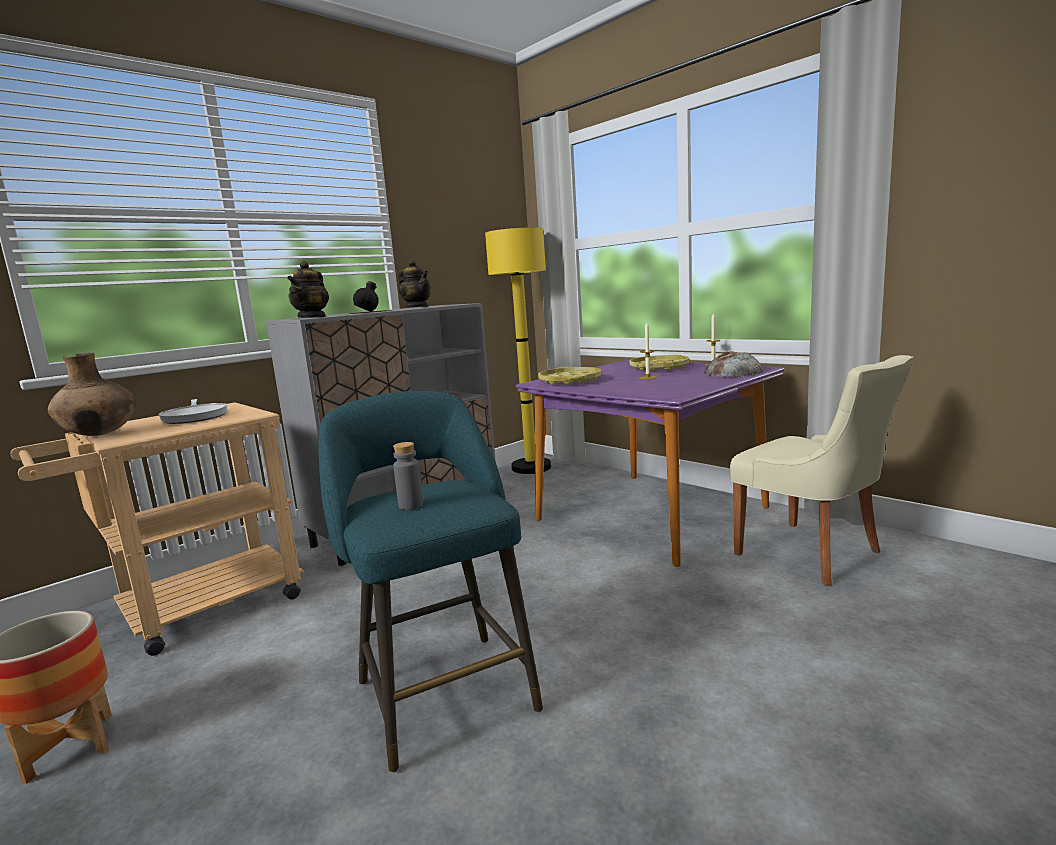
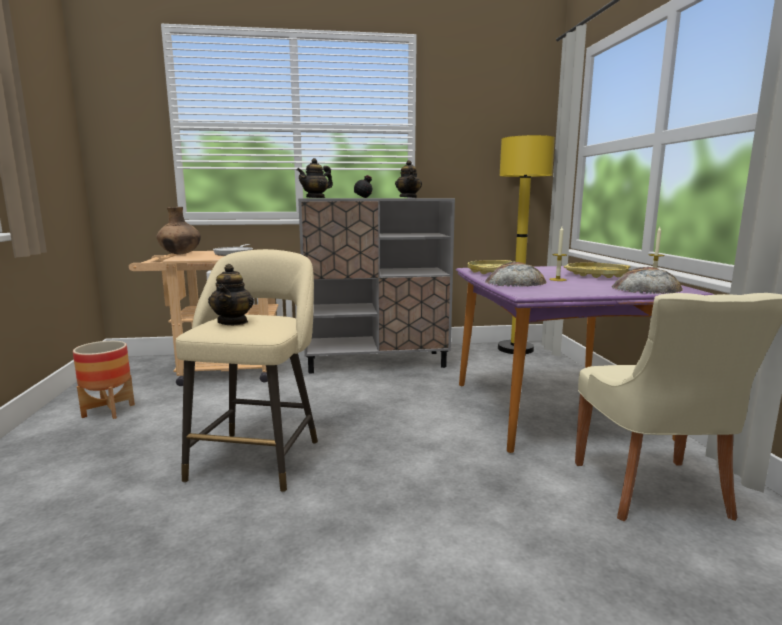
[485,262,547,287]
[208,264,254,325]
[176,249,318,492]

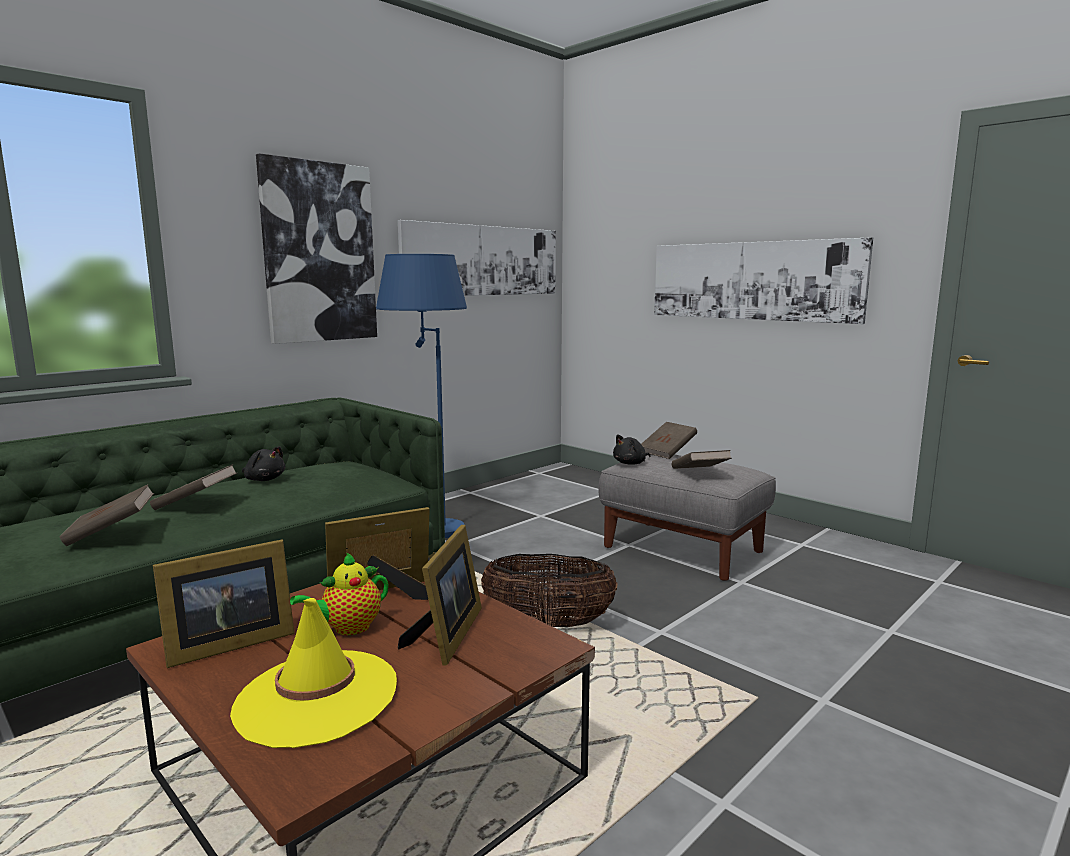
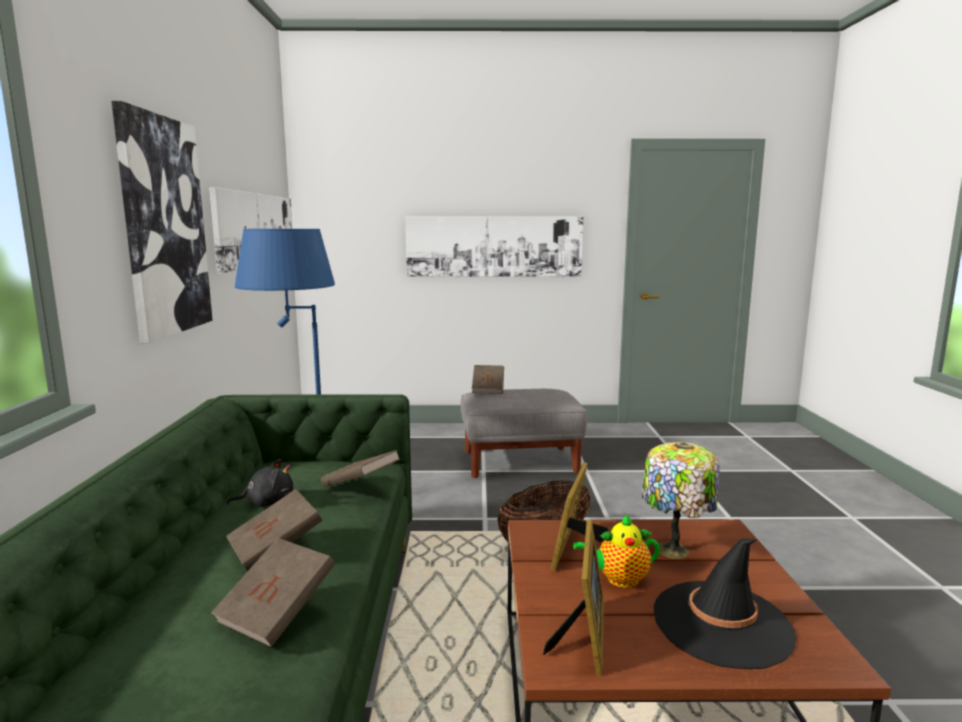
[613,435,651,465] (first image)
[321,450,400,487]
[642,442,720,559]
[654,538,796,669]
[573,514,660,588]

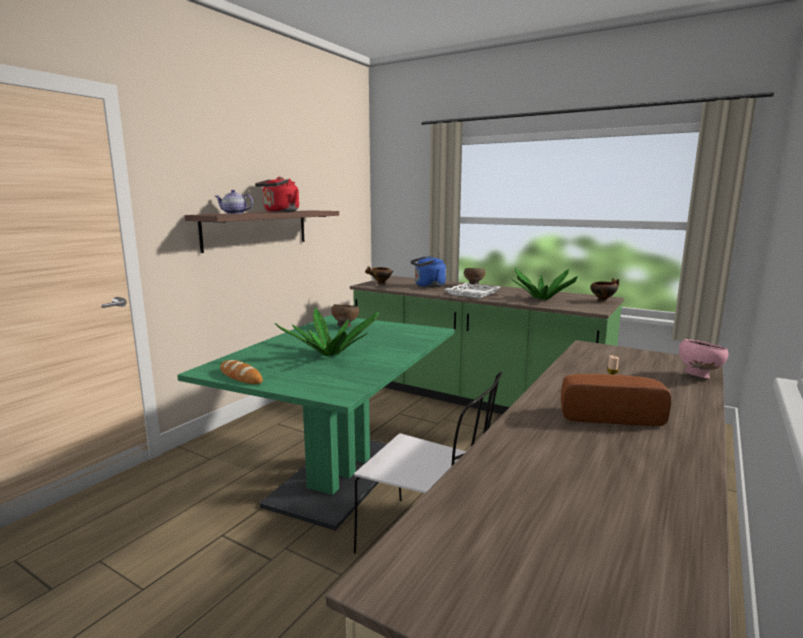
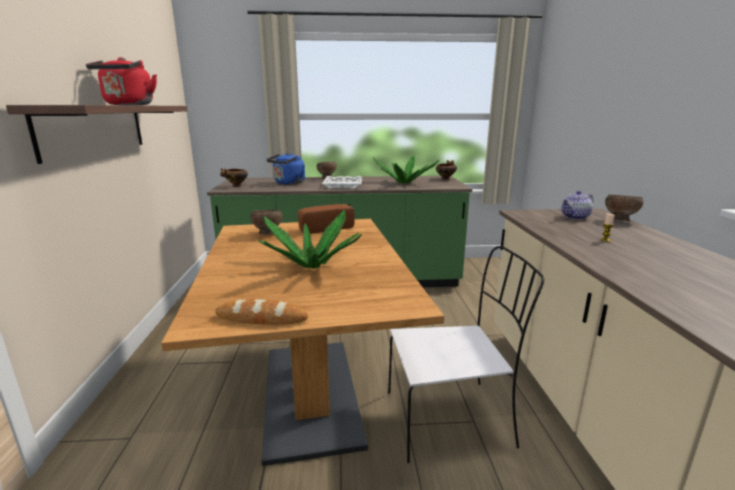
[562,191,593,220]
[298,204,355,234]
[161,219,444,466]
[605,195,643,221]

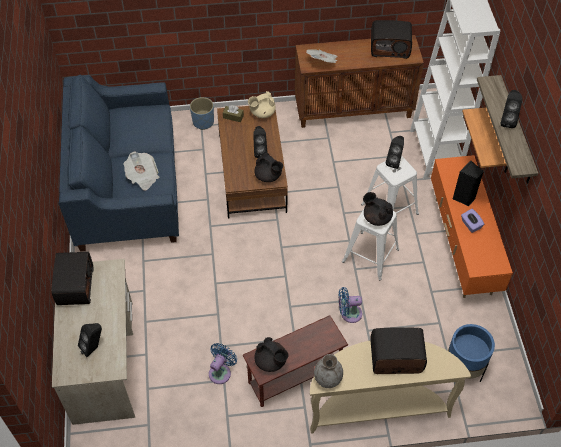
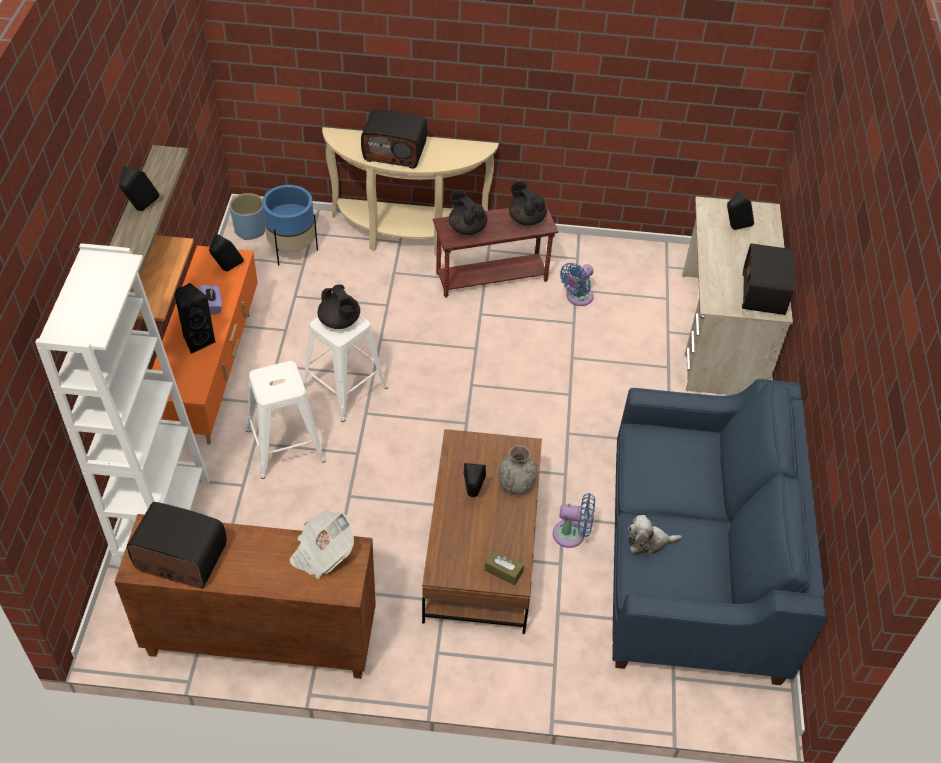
[124,152,159,190] (first image)
[248,91,276,118] (first image)
[628,515,682,557]
[229,193,265,240]
[449,190,487,235]
[498,445,537,495]
[553,493,595,548]
[209,233,244,271]

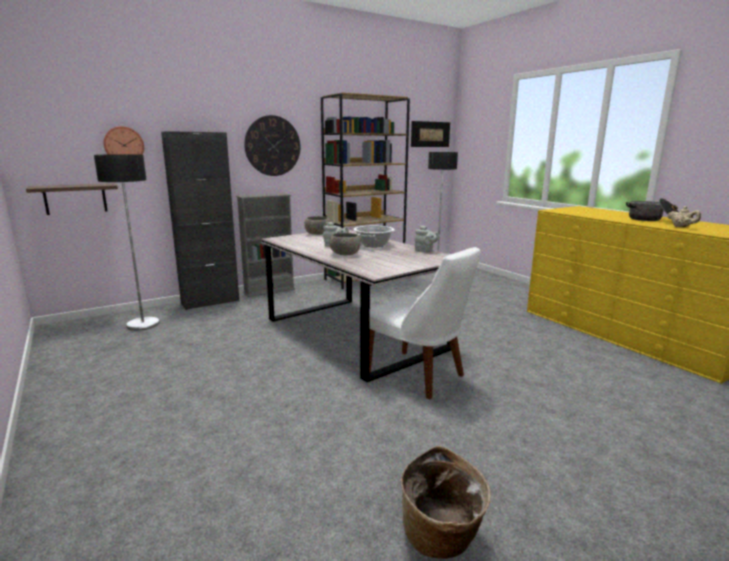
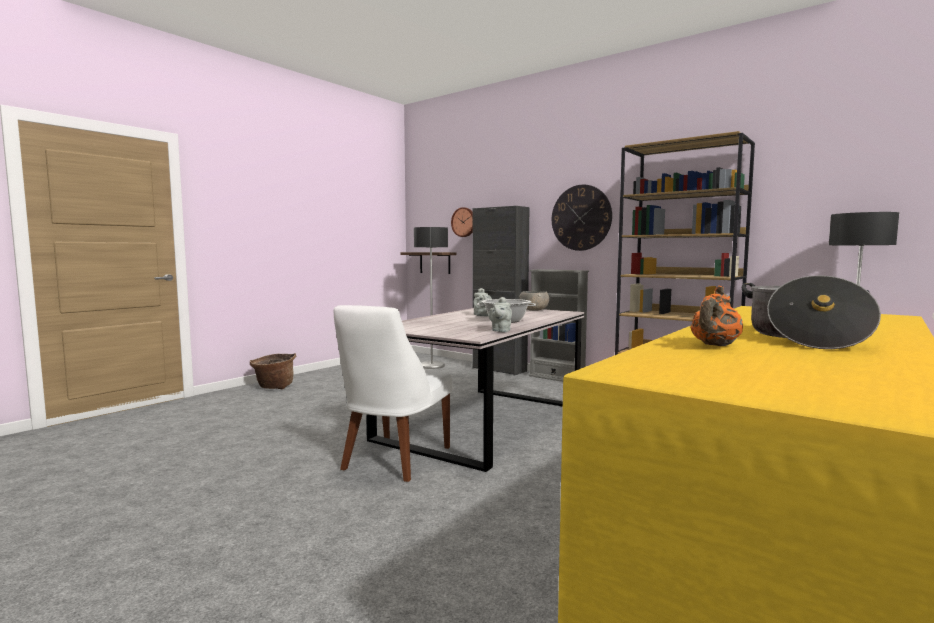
[329,233,361,255] (first image)
[411,121,450,147] (first image)
[250,353,296,389]
[691,286,743,346]

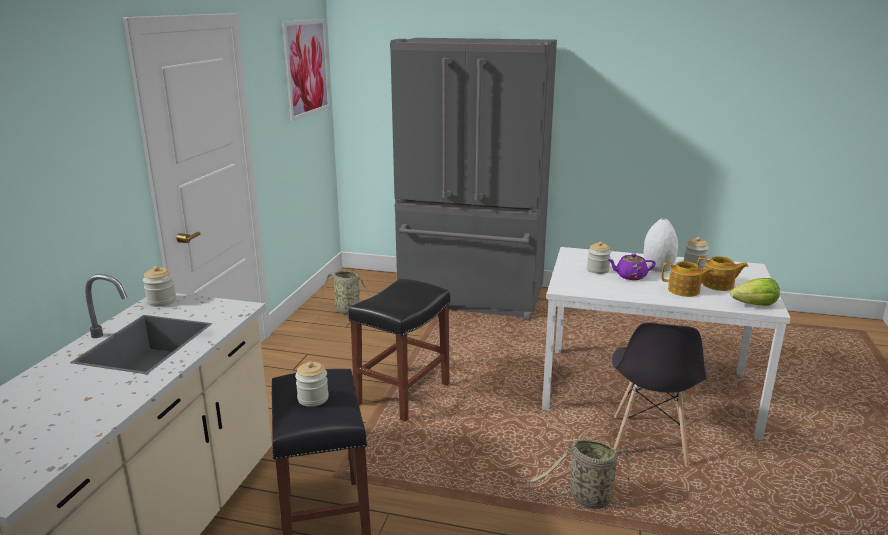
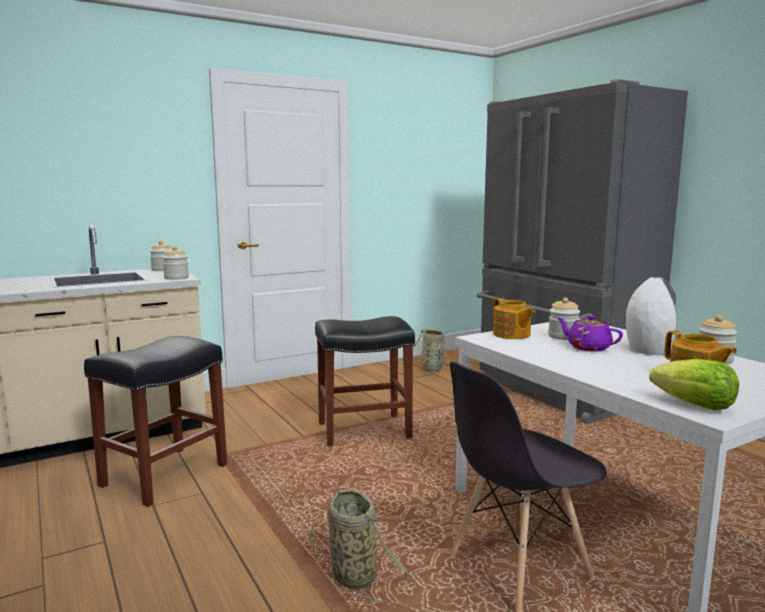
[282,19,330,121] (first image)
[163,246,189,280]
[493,298,535,339]

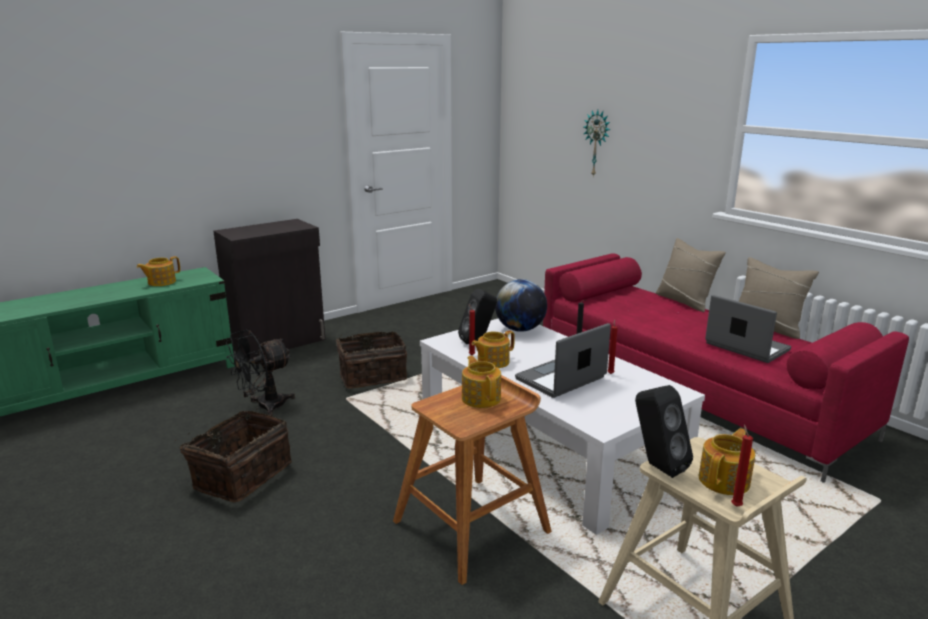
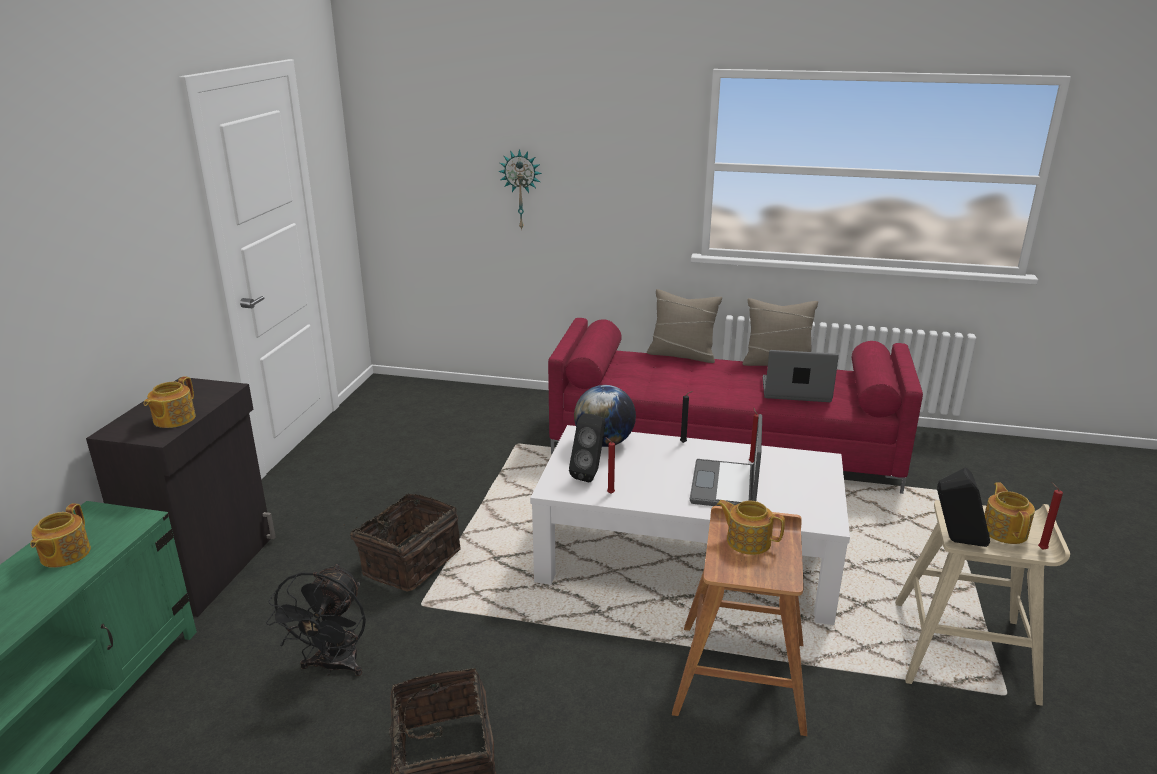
[144,376,196,428]

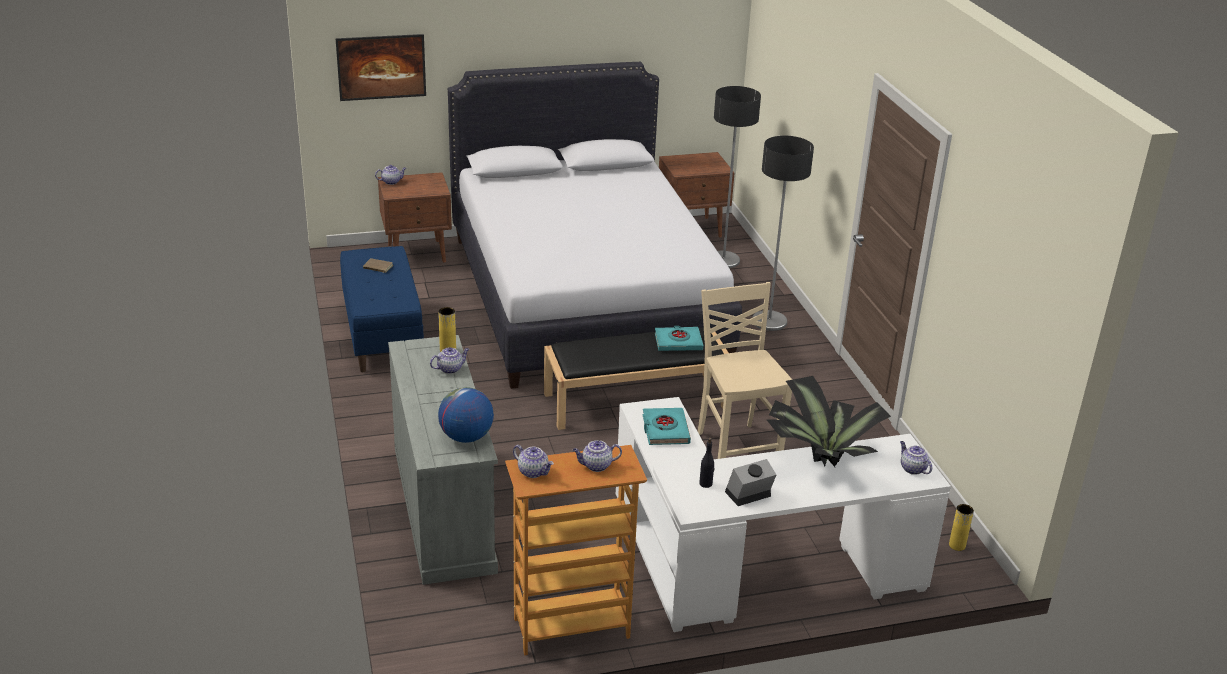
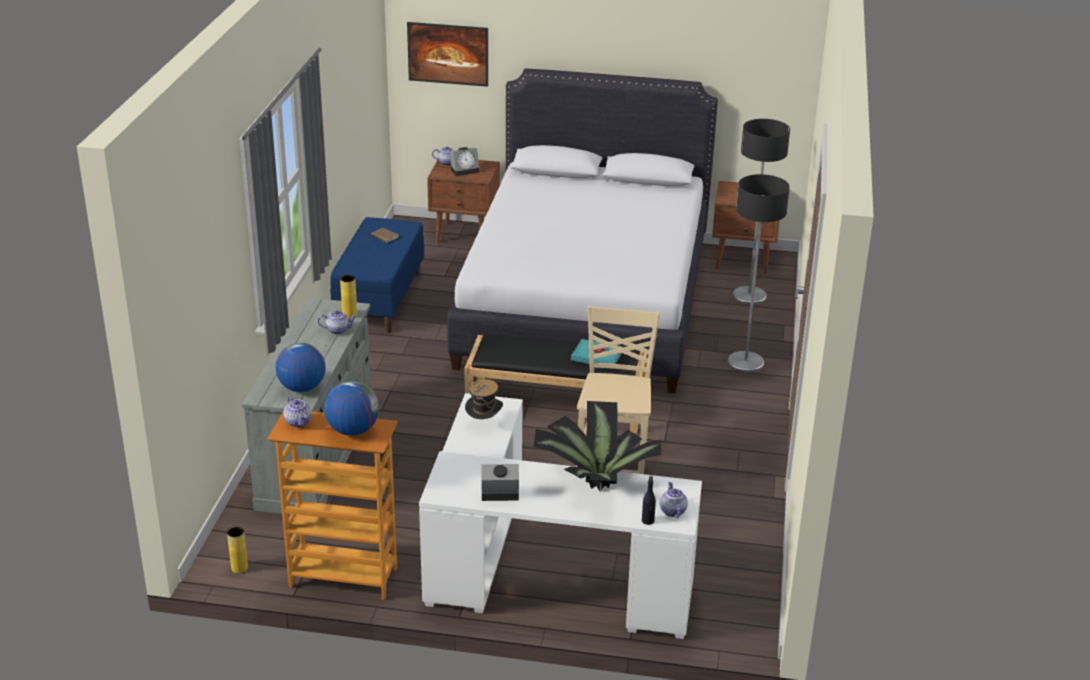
[449,147,480,176]
[642,476,656,525]
[227,527,248,574]
[324,381,379,436]
[465,379,503,419]

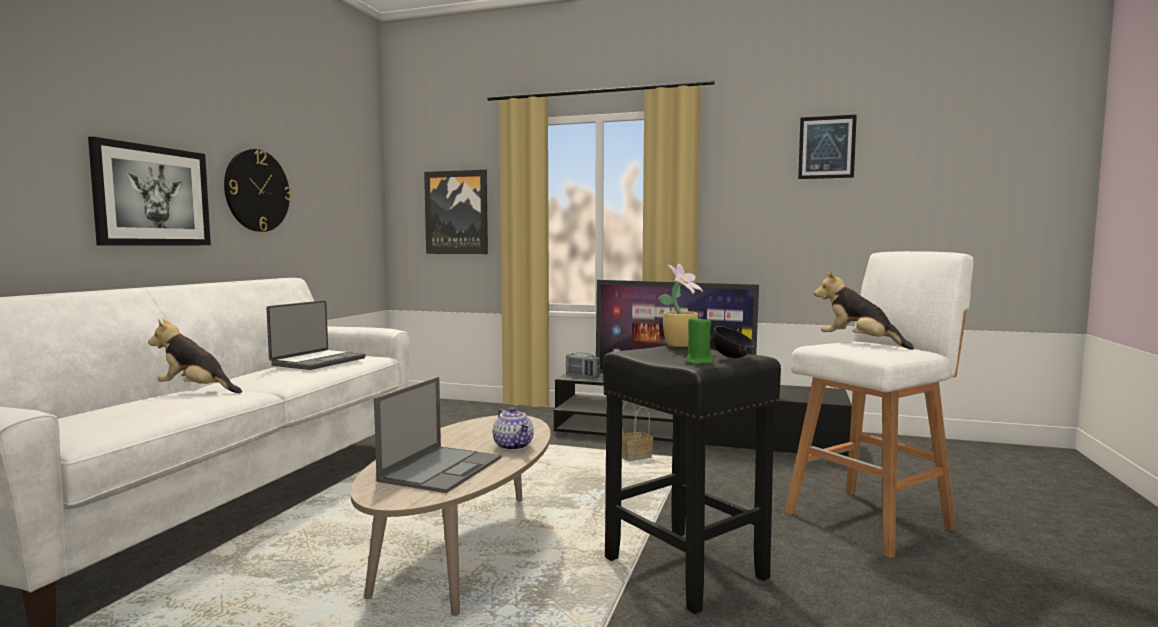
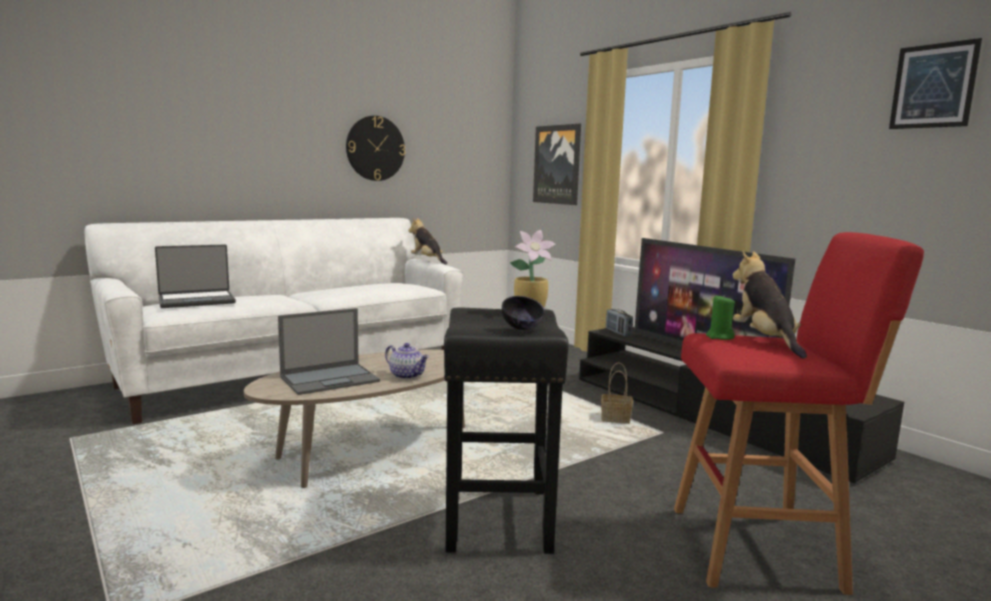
[88,137,211,246] (first image)
[409,218,447,264]
[155,245,236,308]
[706,295,735,340]
[674,232,924,595]
[385,343,429,379]

